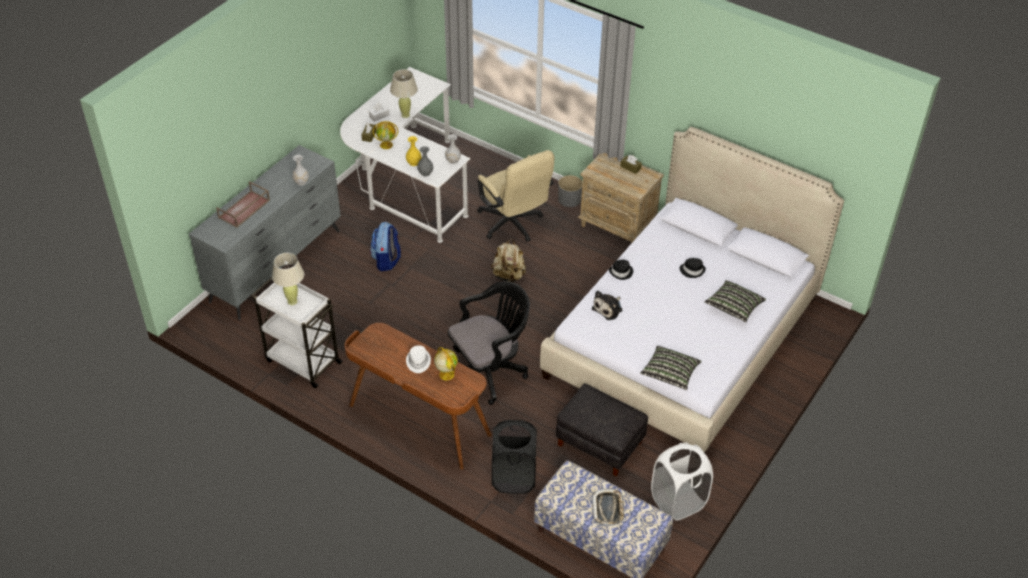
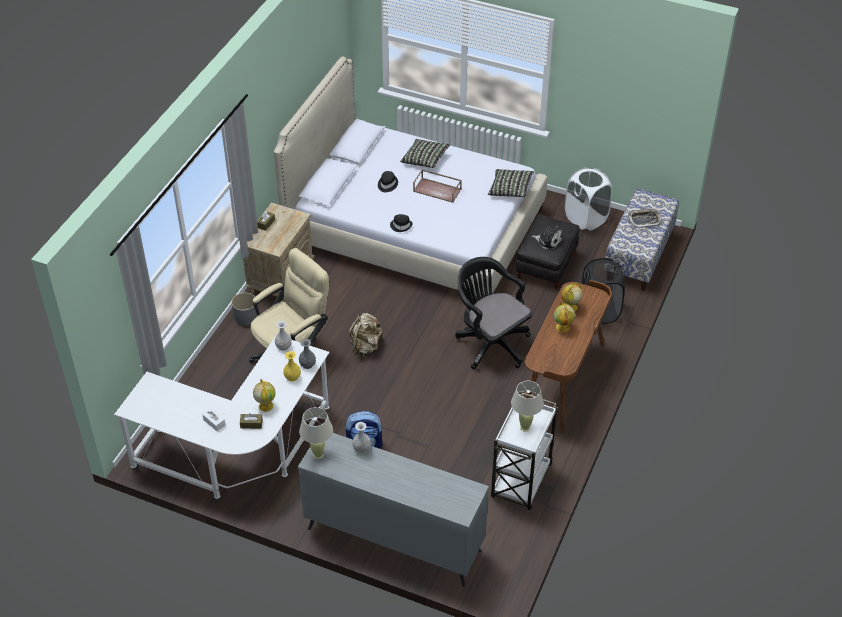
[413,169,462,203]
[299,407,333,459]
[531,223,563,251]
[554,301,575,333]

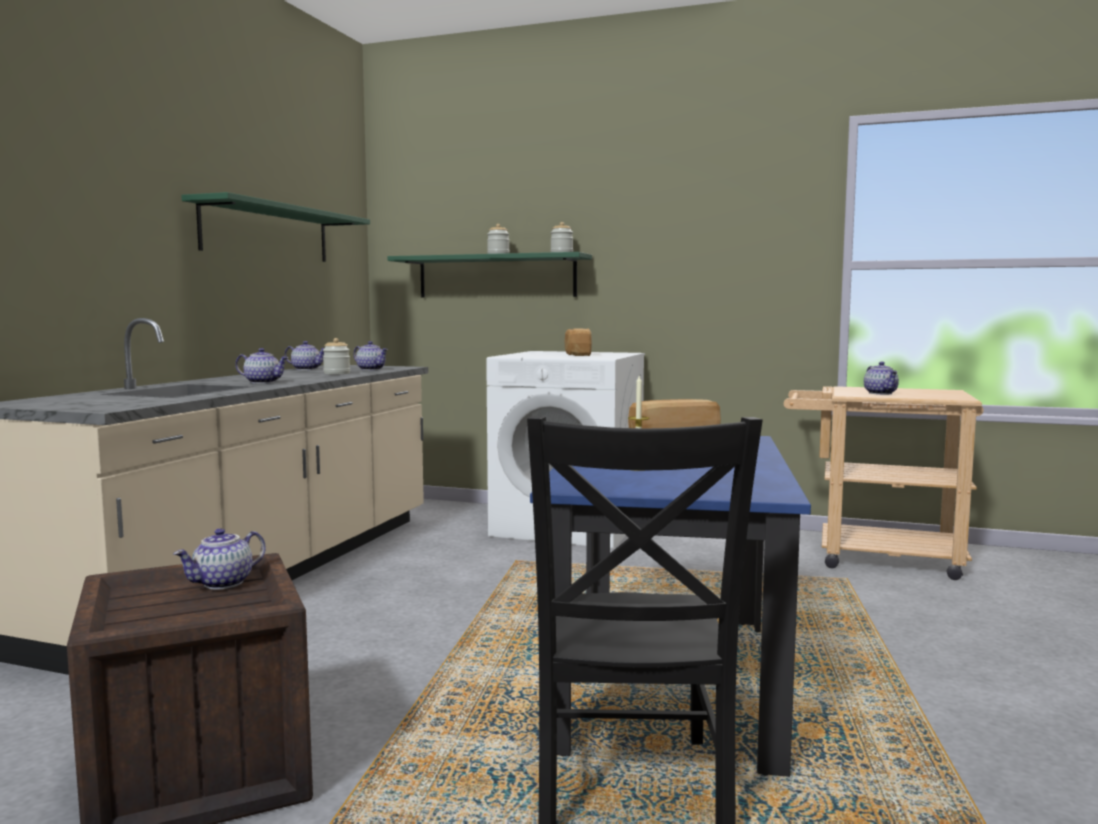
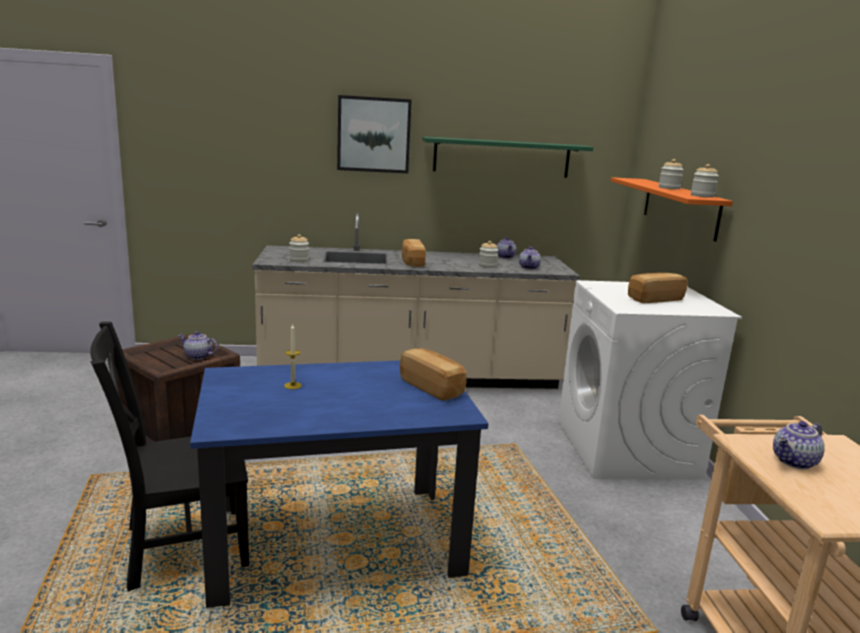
[289,234,309,262]
[337,95,412,173]
[402,239,426,267]
[611,177,733,242]

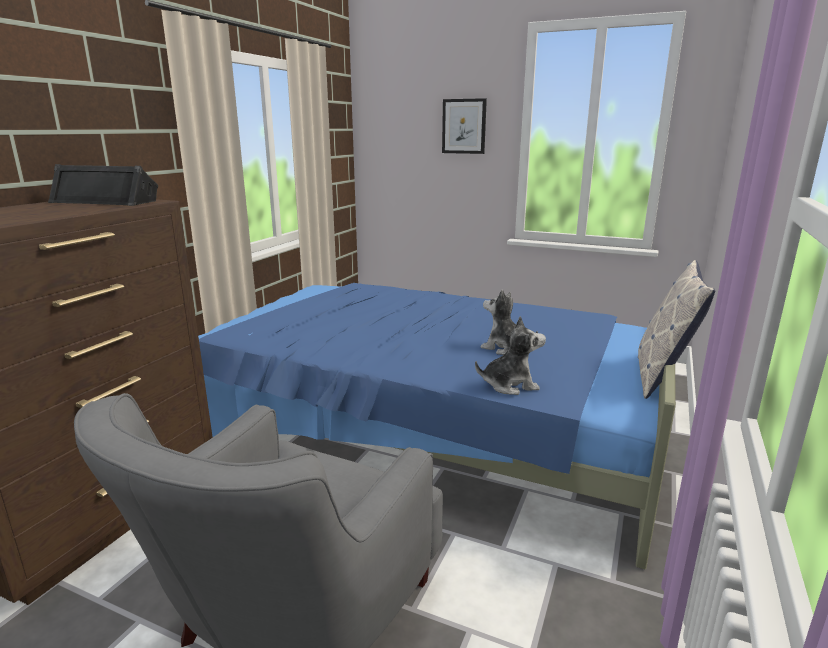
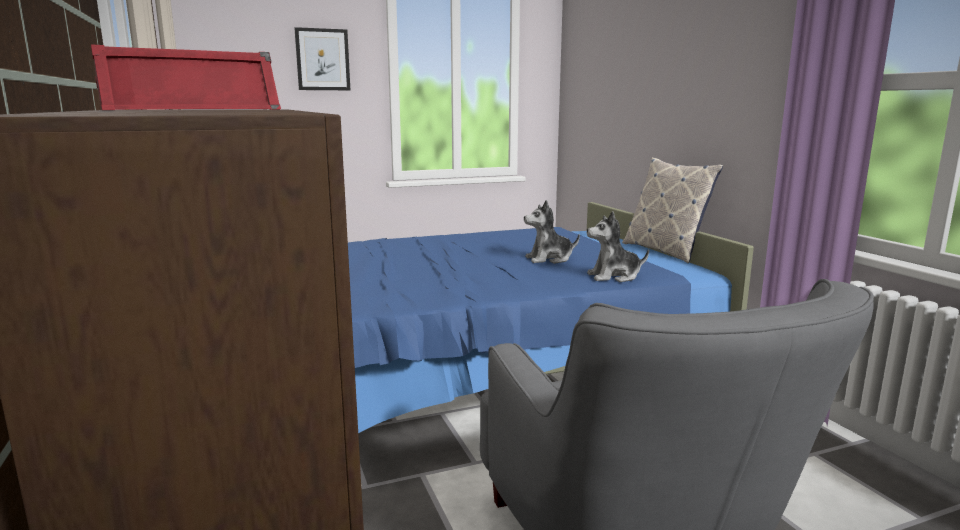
[91,44,281,110]
[587,211,649,282]

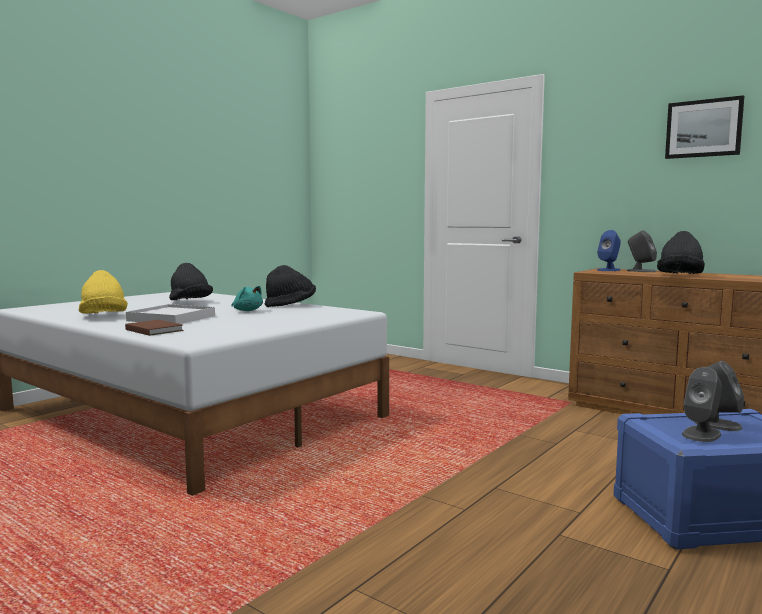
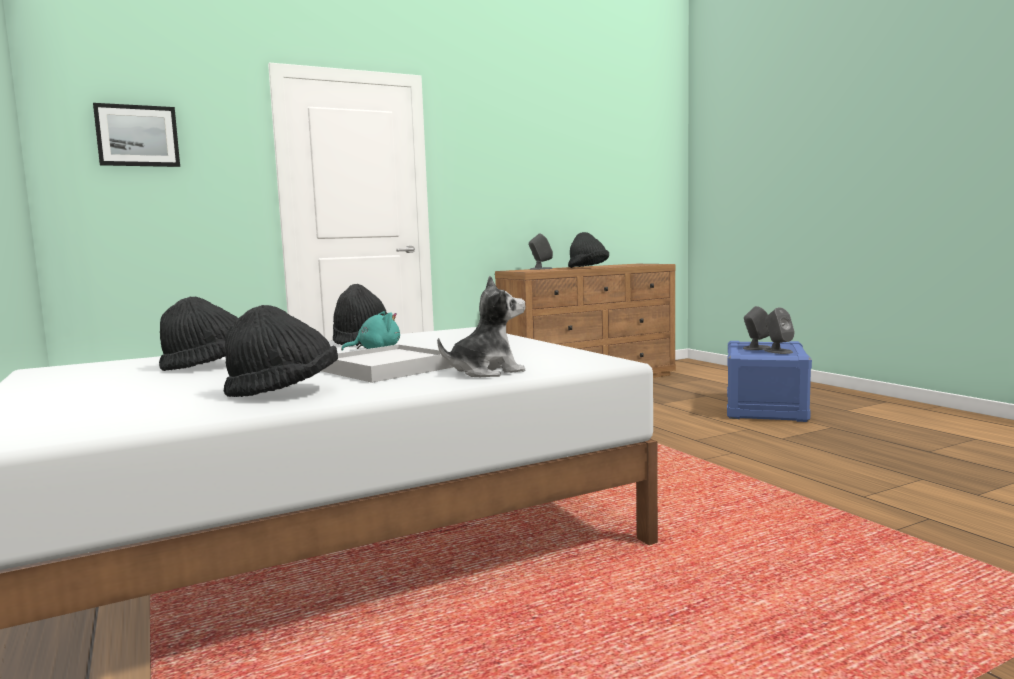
[597,230,621,271] (first image)
[93,103,180,167]
[437,276,526,377]
[224,305,338,397]

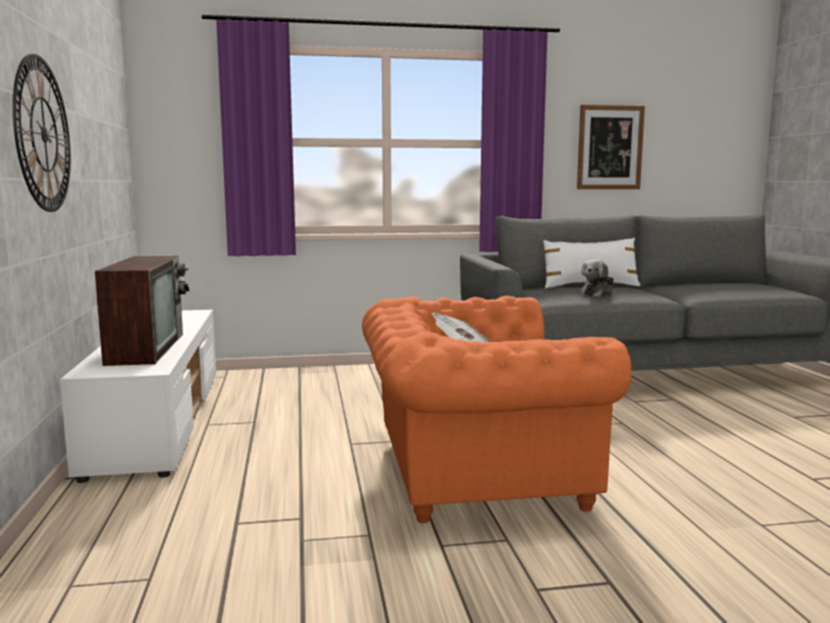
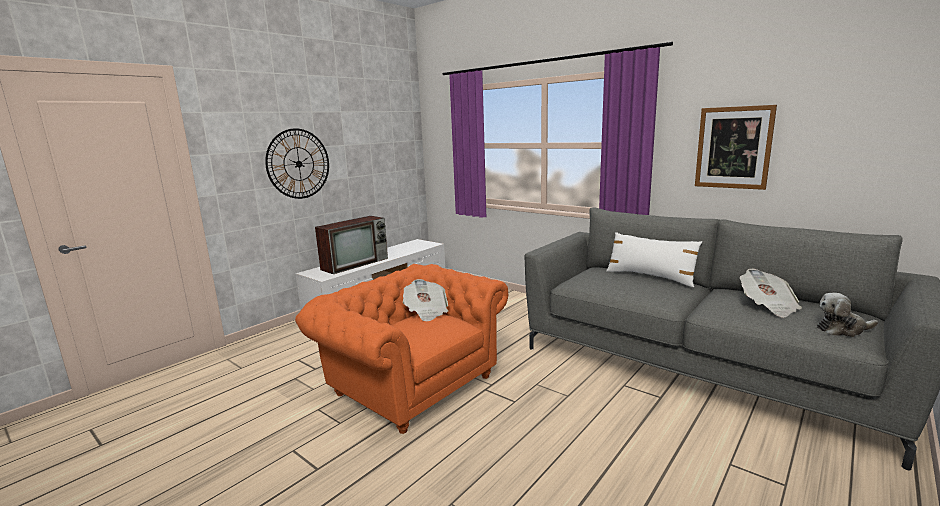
[740,269,802,318]
[817,293,878,337]

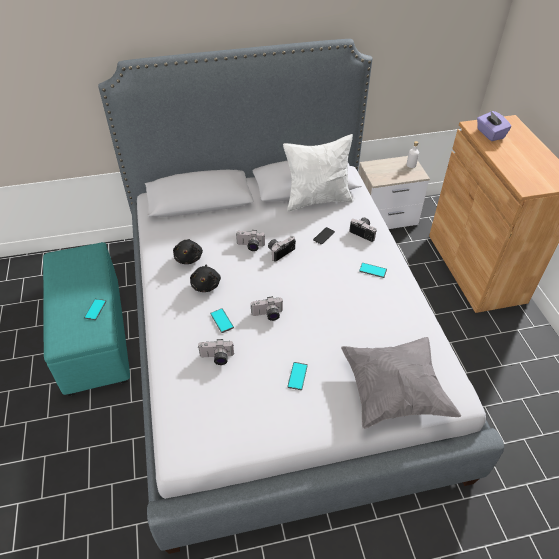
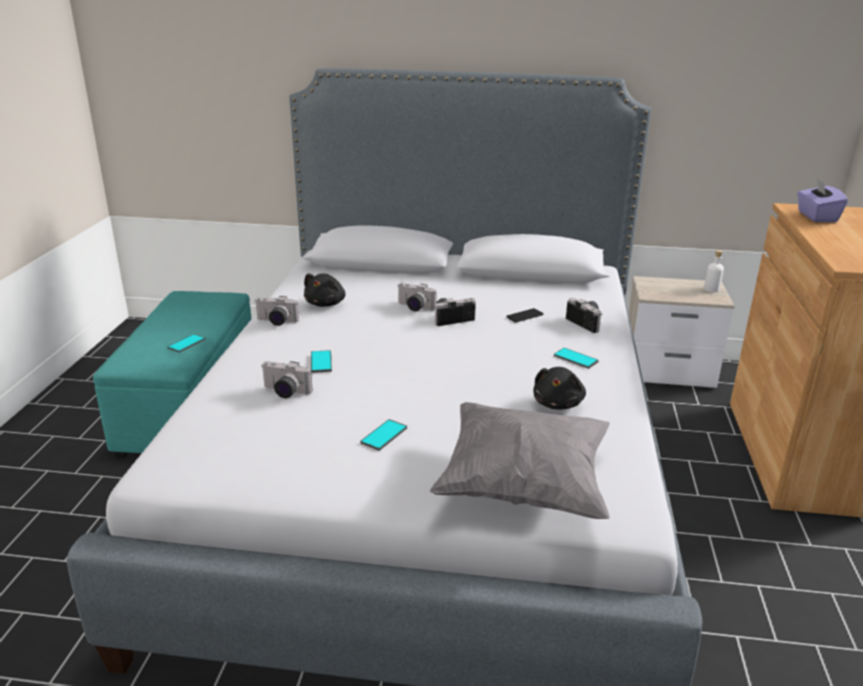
[283,134,353,212] (first image)
[533,367,586,410]
[256,296,299,326]

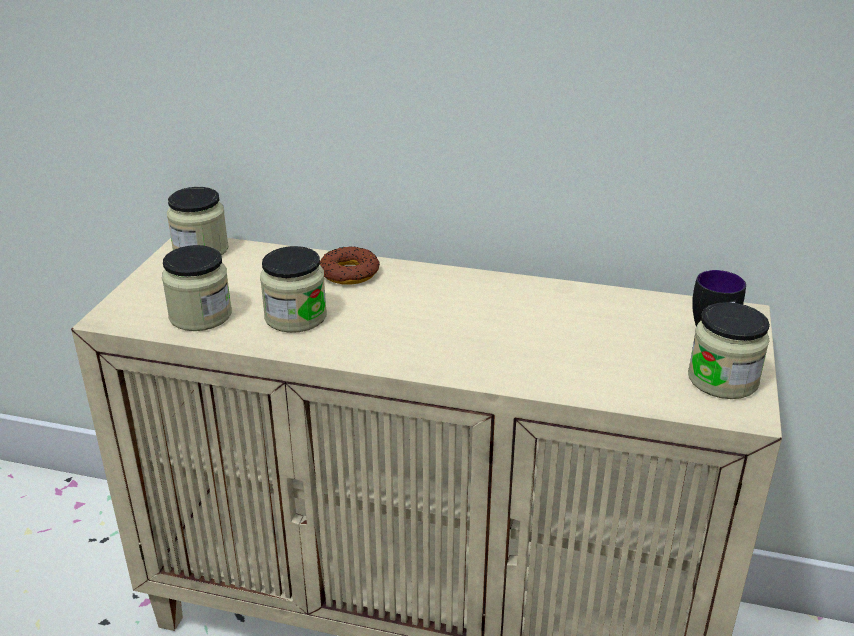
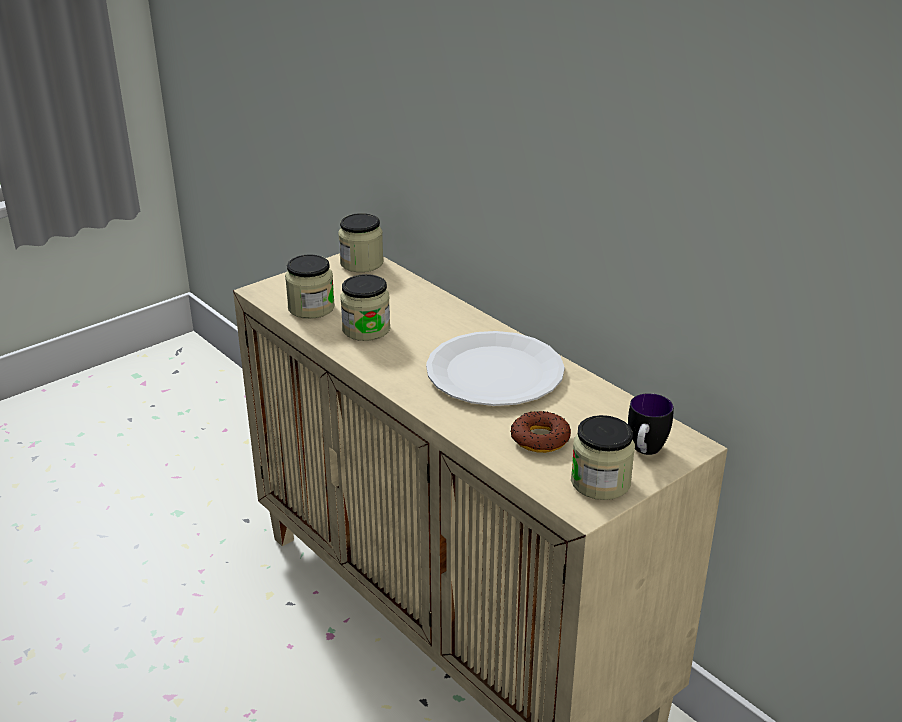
[426,331,565,406]
[510,411,571,453]

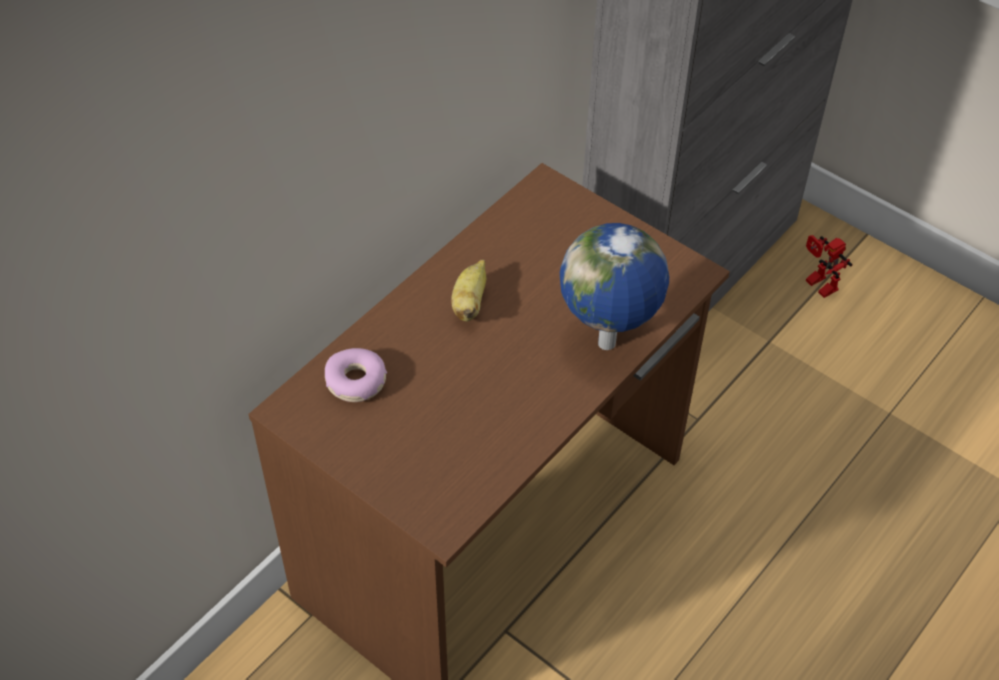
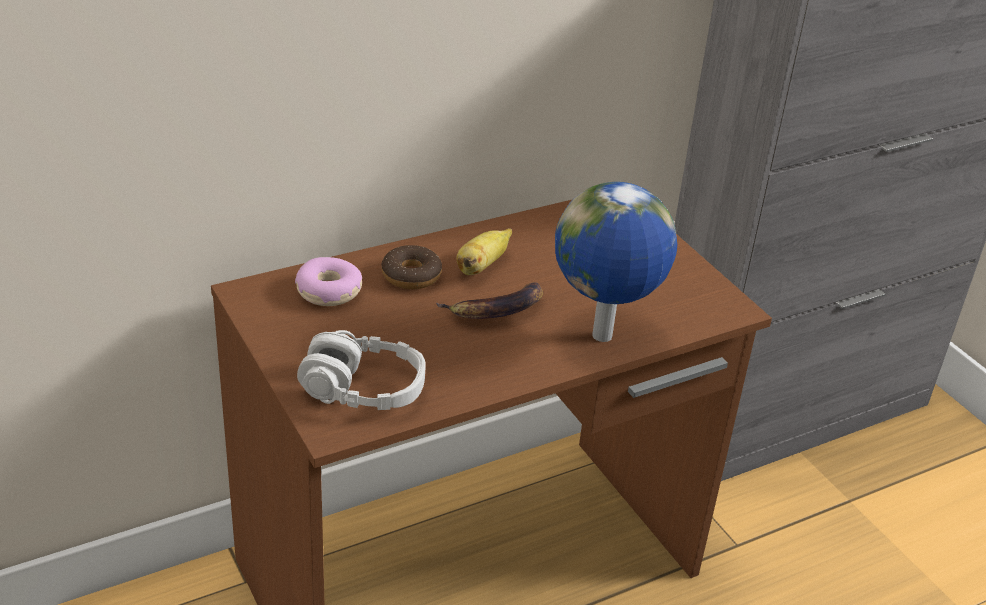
[806,235,853,298] (first image)
[297,330,426,410]
[381,245,442,289]
[436,282,543,319]

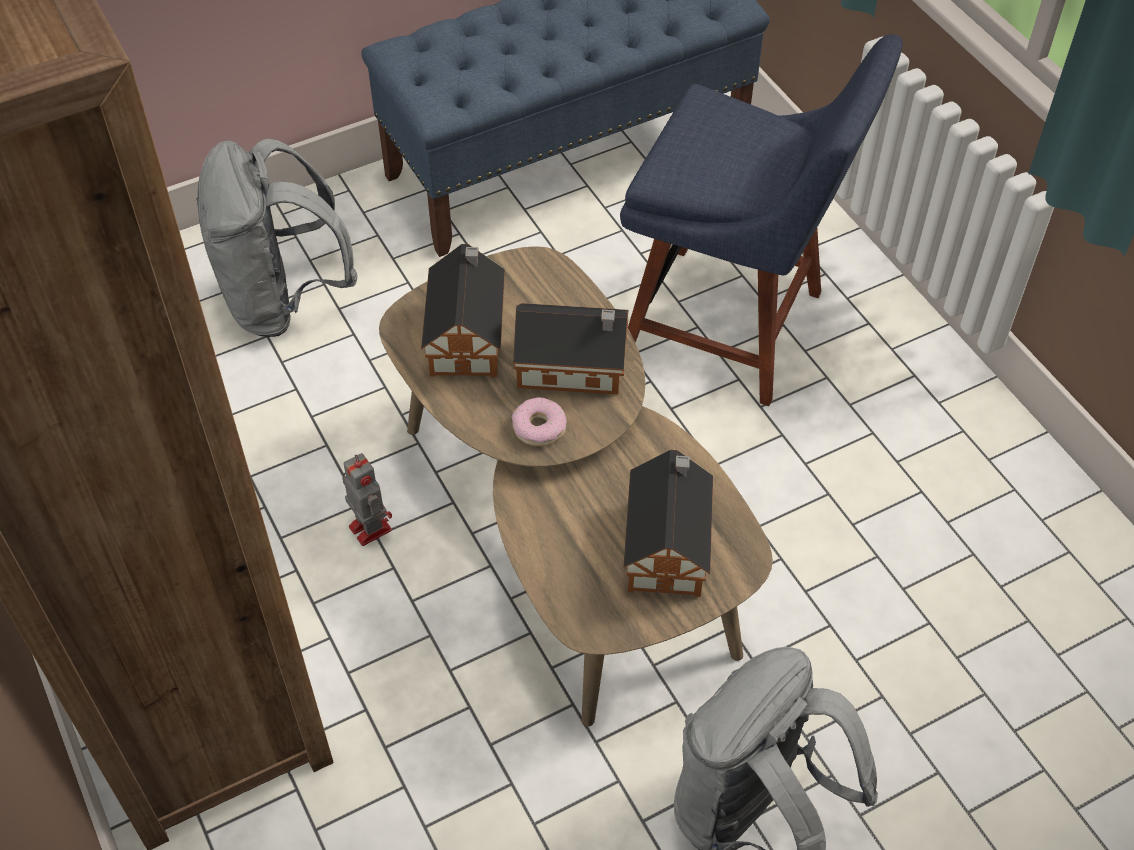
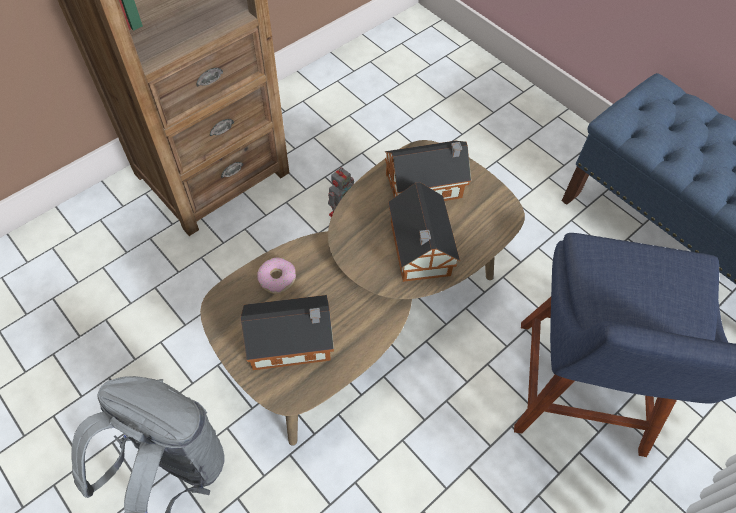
[196,139,358,337] (first image)
[257,257,296,294]

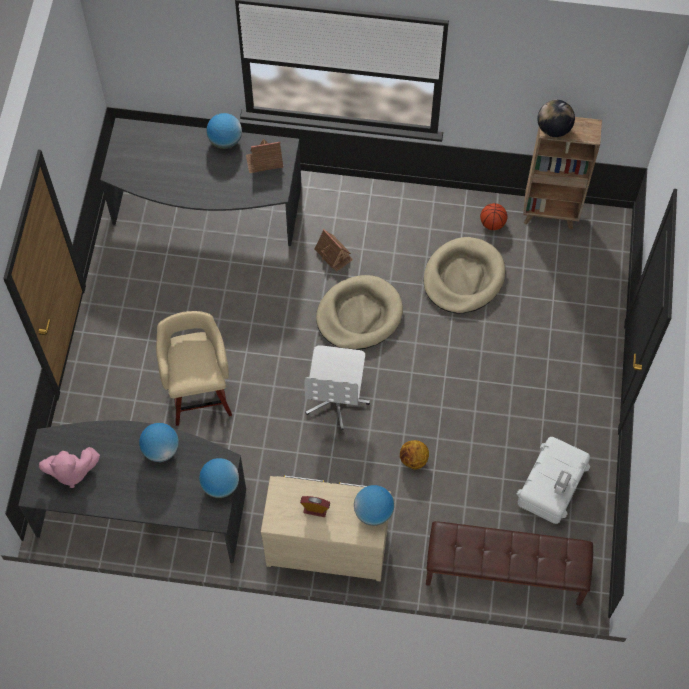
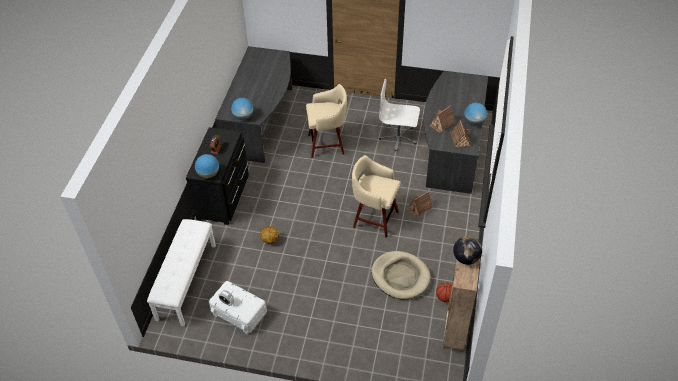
[39,447,100,488] (first image)
[139,423,179,462] (first image)
[429,106,455,133]
[379,79,420,151]
[352,155,401,238]
[186,127,249,225]
[147,219,216,326]

